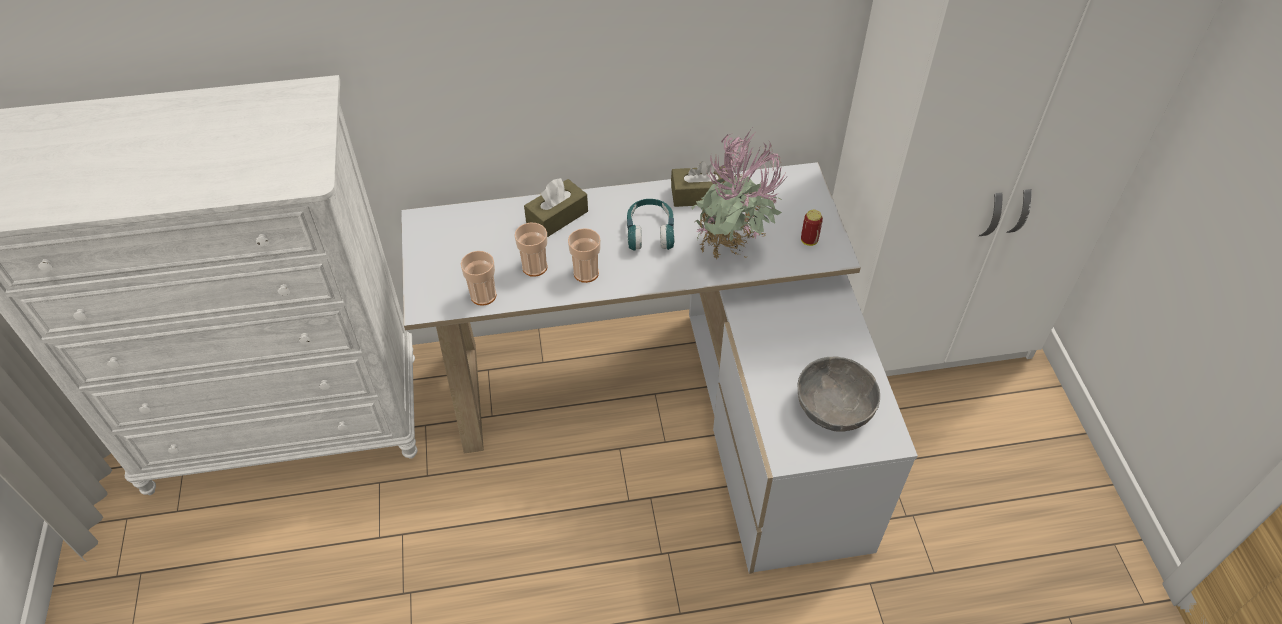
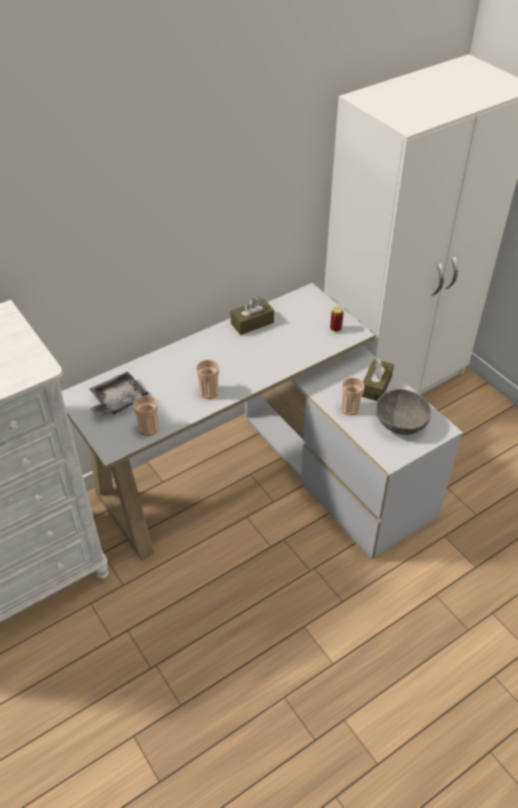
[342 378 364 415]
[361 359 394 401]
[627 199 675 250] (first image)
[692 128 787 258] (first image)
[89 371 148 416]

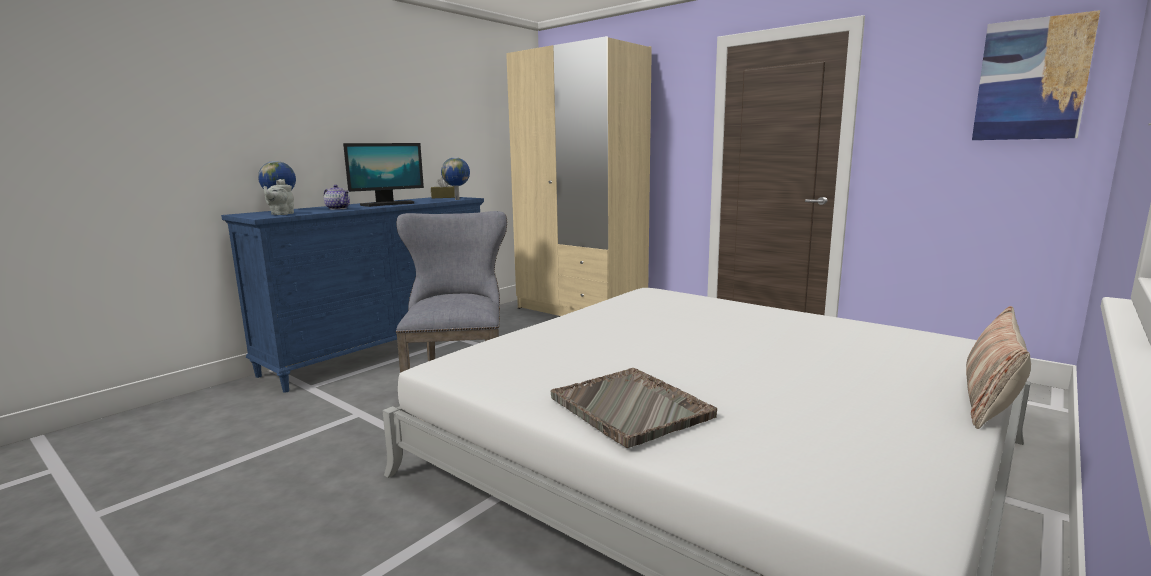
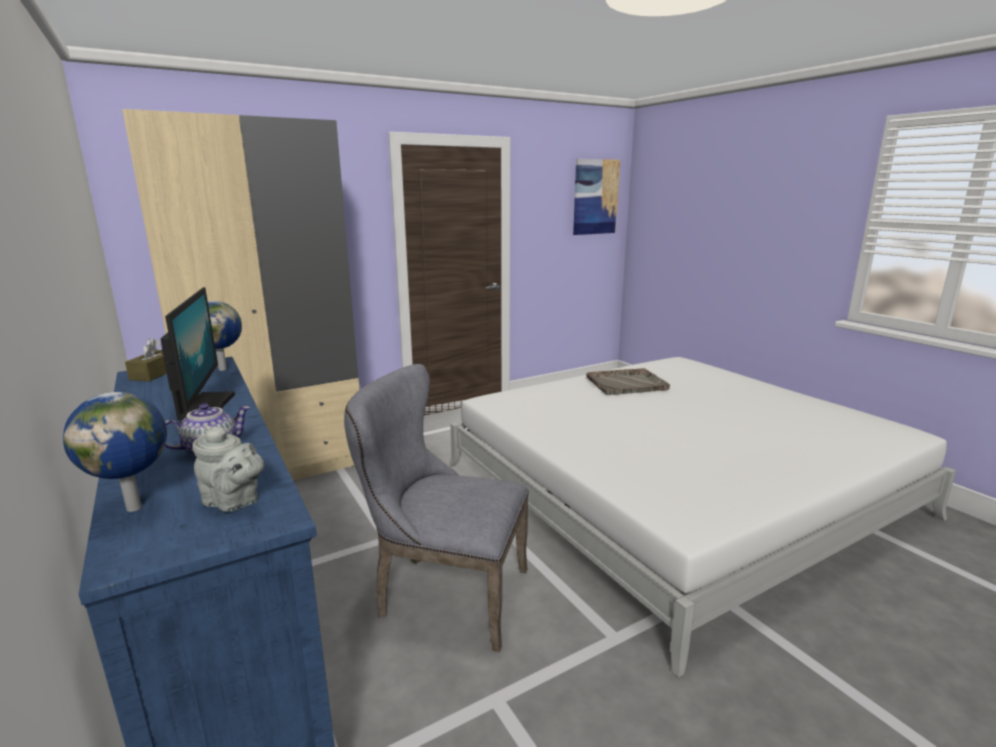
[586 368 670 395]
[966 306 1031 429] (first image)

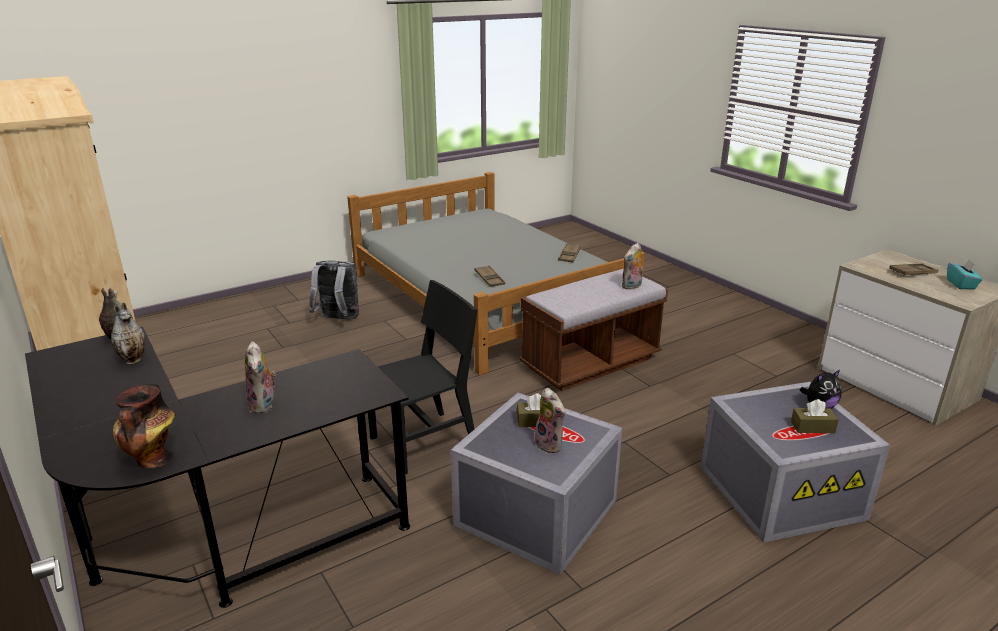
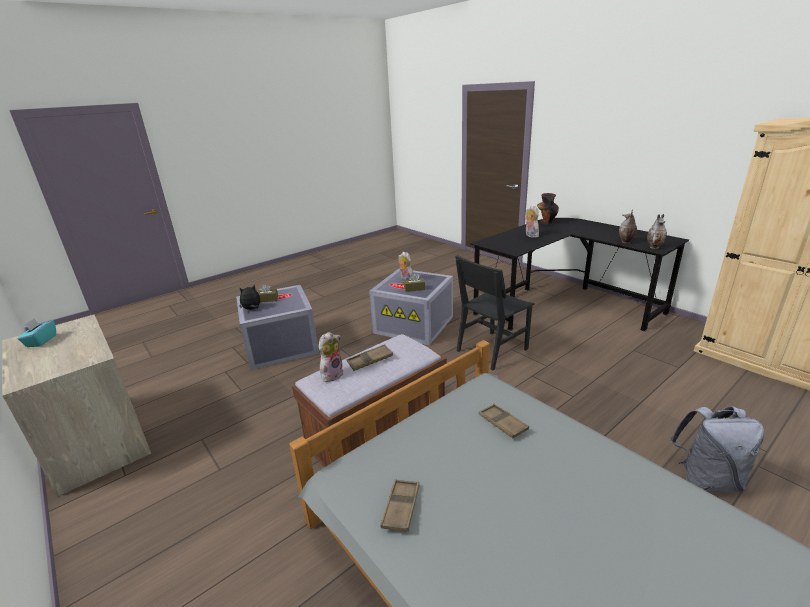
[347 344 393 371]

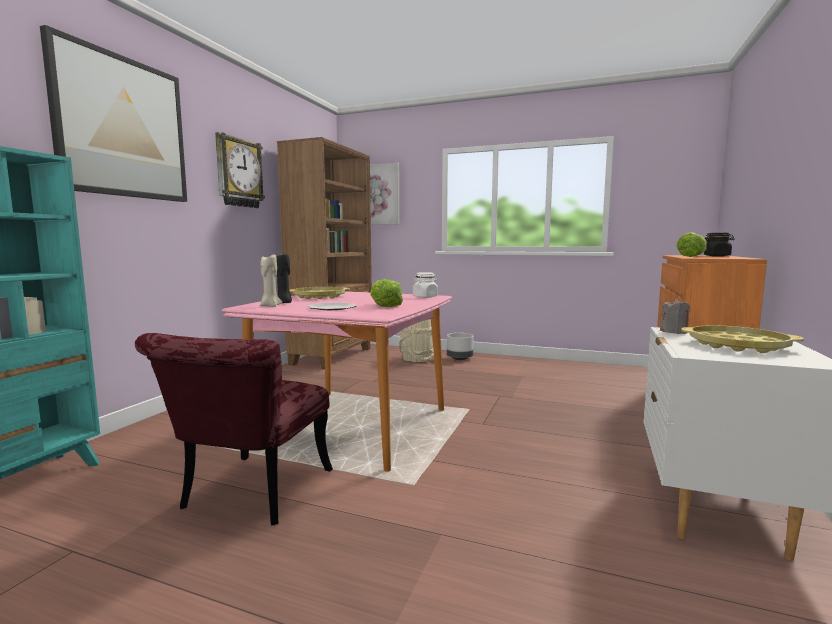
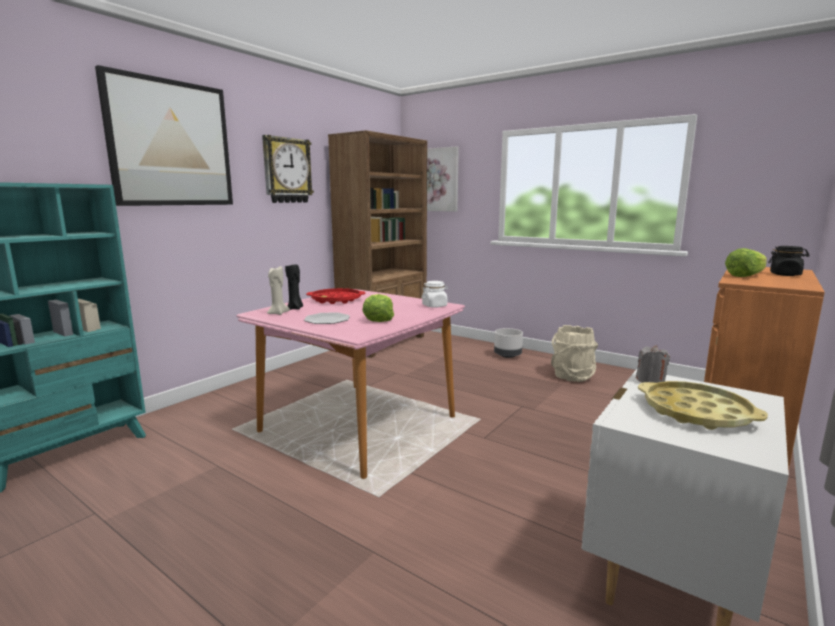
[135 333 333 526] (first image)
[306 288 366 304]
[551 325 598 382]

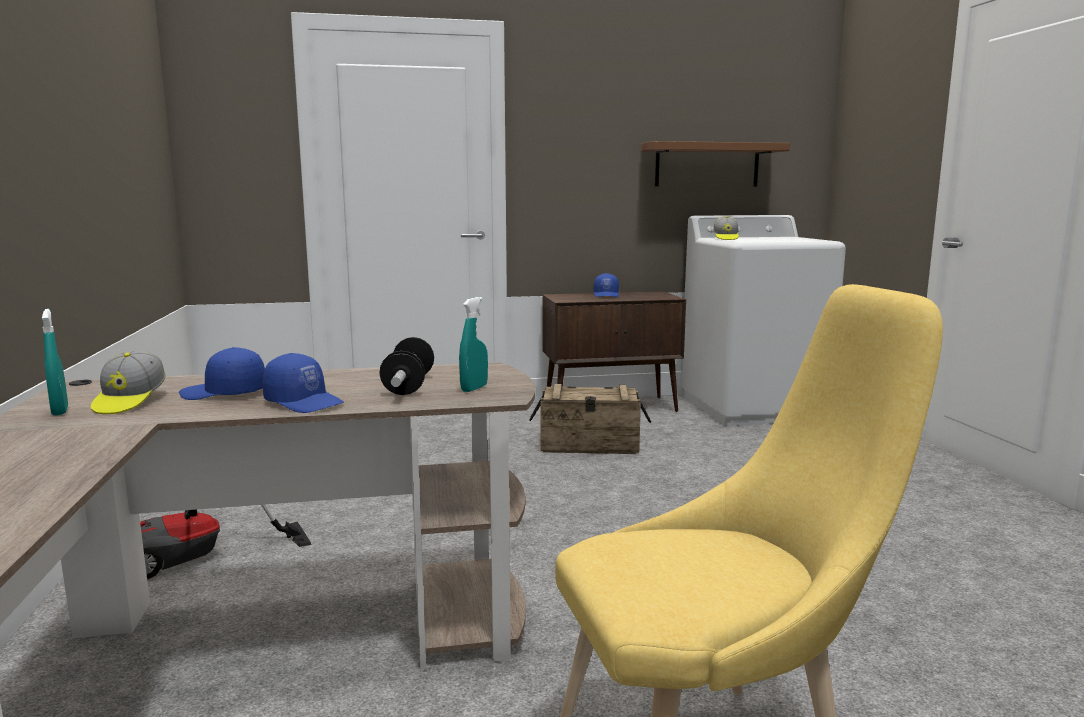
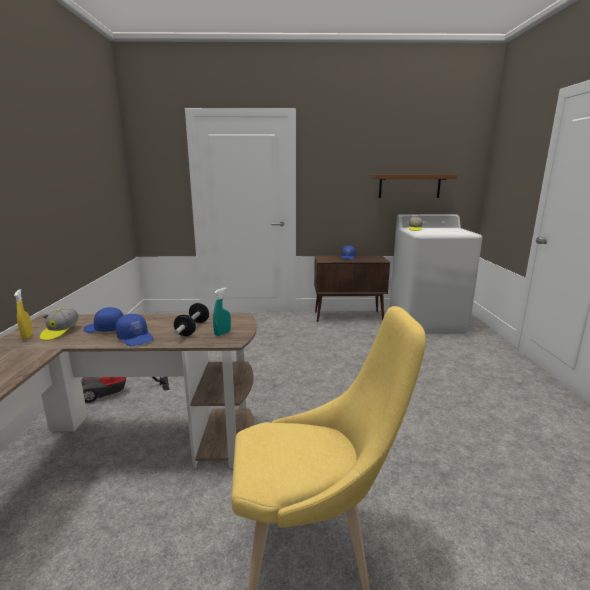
[14 289 33 340]
[529 384 651 454] (first image)

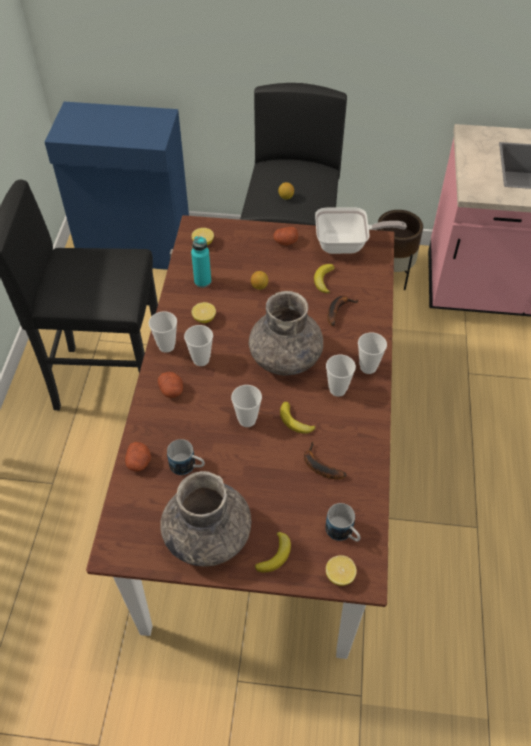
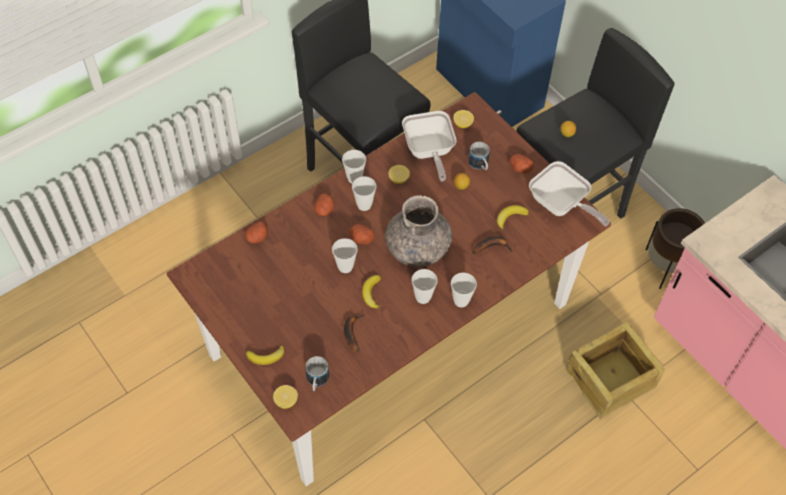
[161 471 252 566] (first image)
[468 142 490 170]
[402 111 457 182]
[349 224 374 244]
[566 322 665 419]

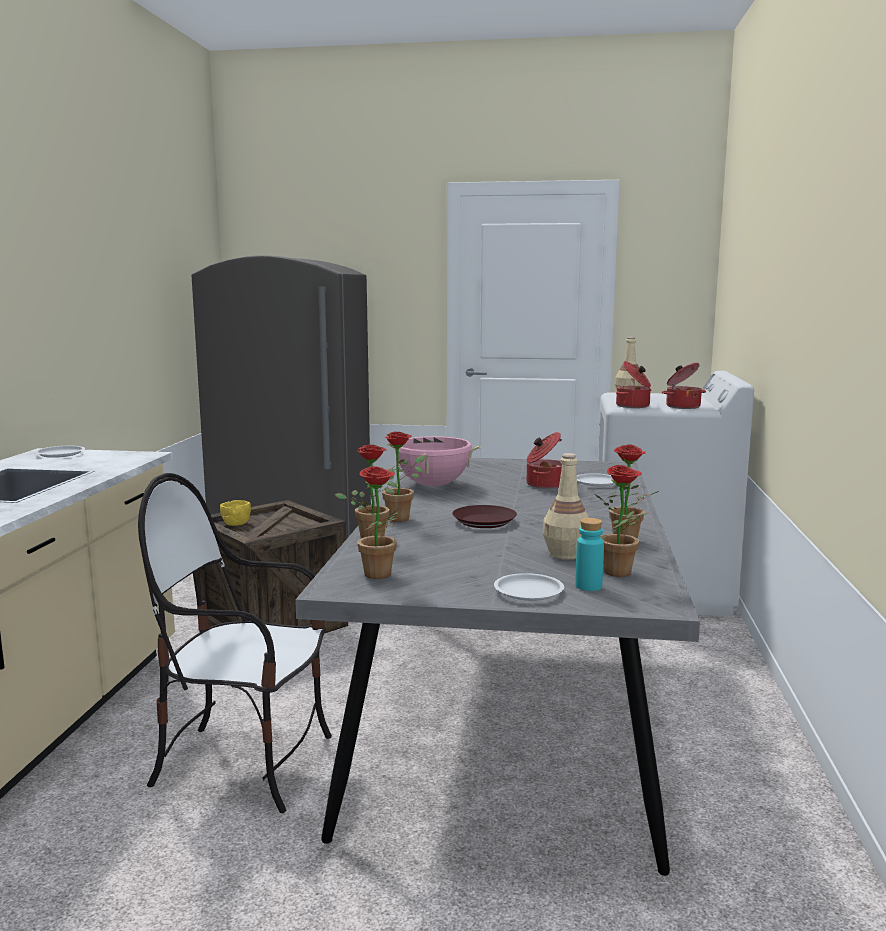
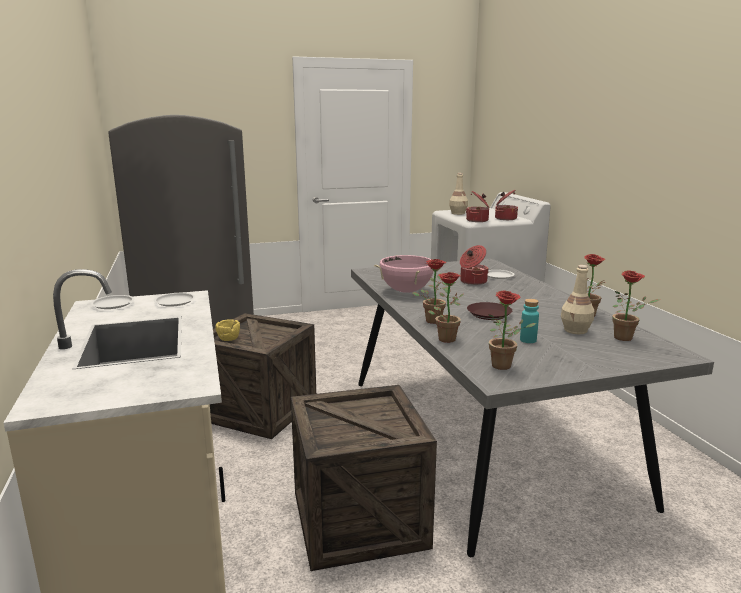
[291 385 437 571]
[153 293 196 307]
[520 299 539 343]

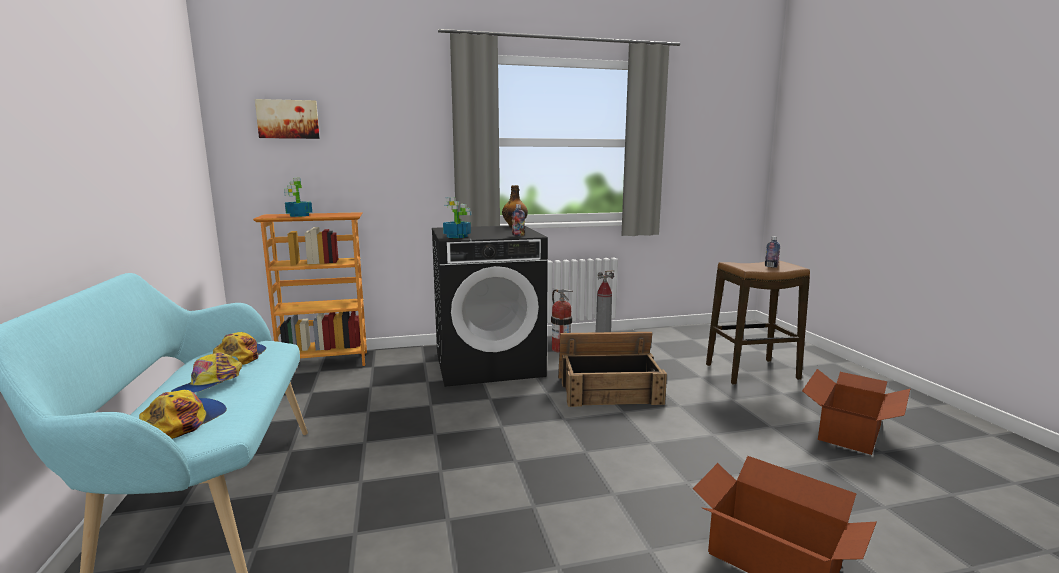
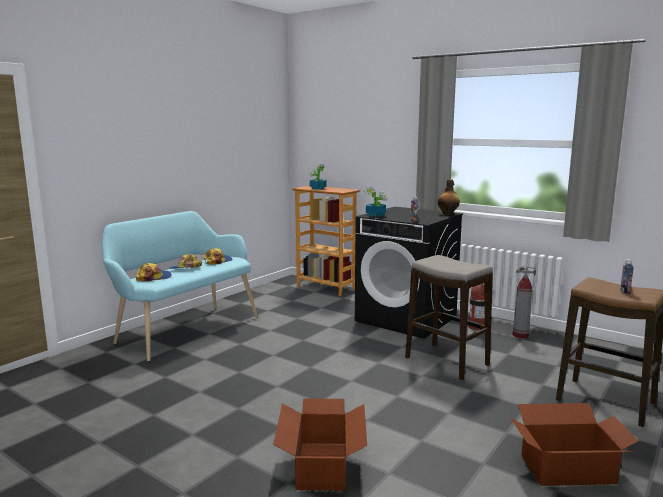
[255 99 320 139] (first image)
[405 255 493 380]

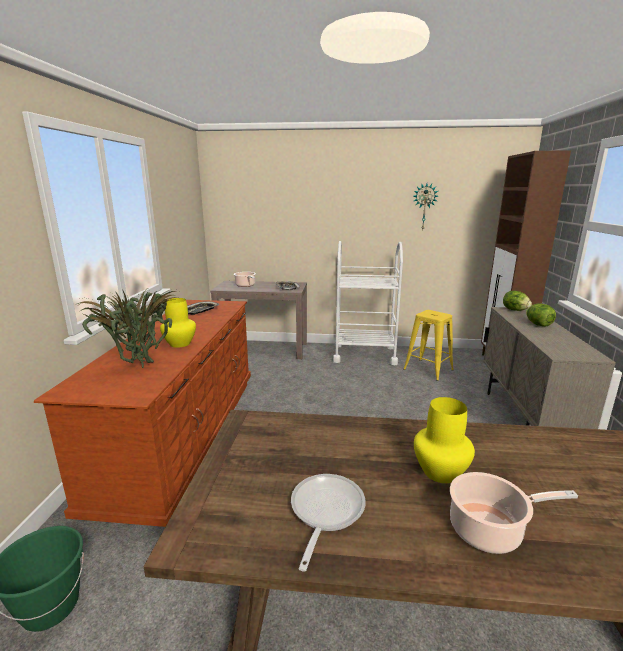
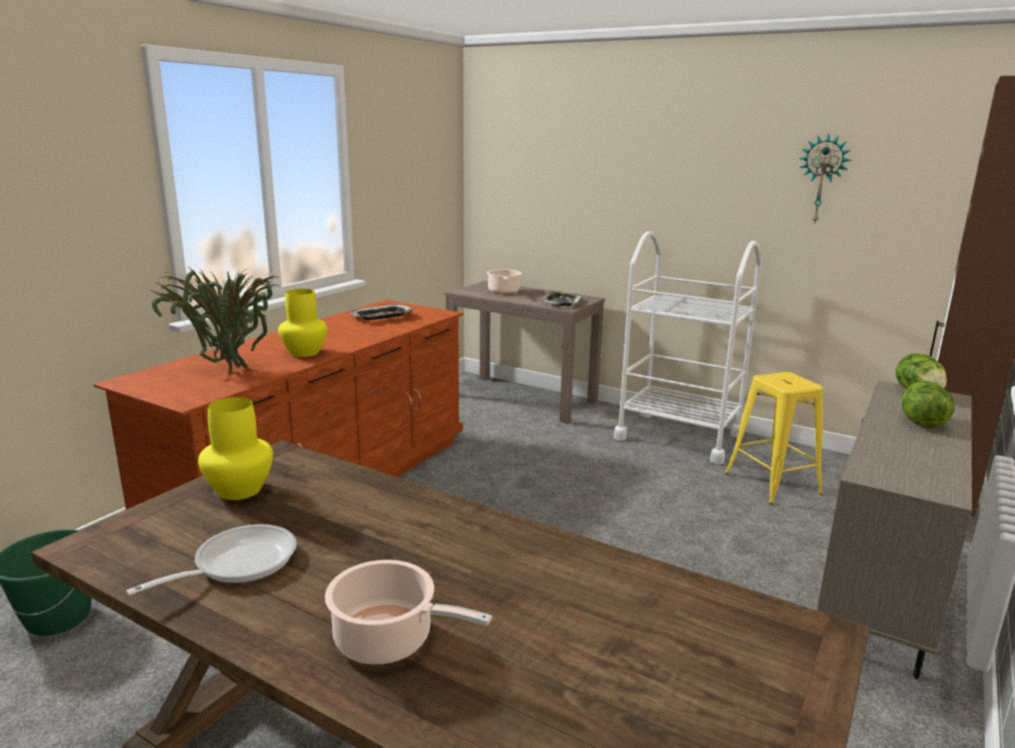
[198 397 273 500]

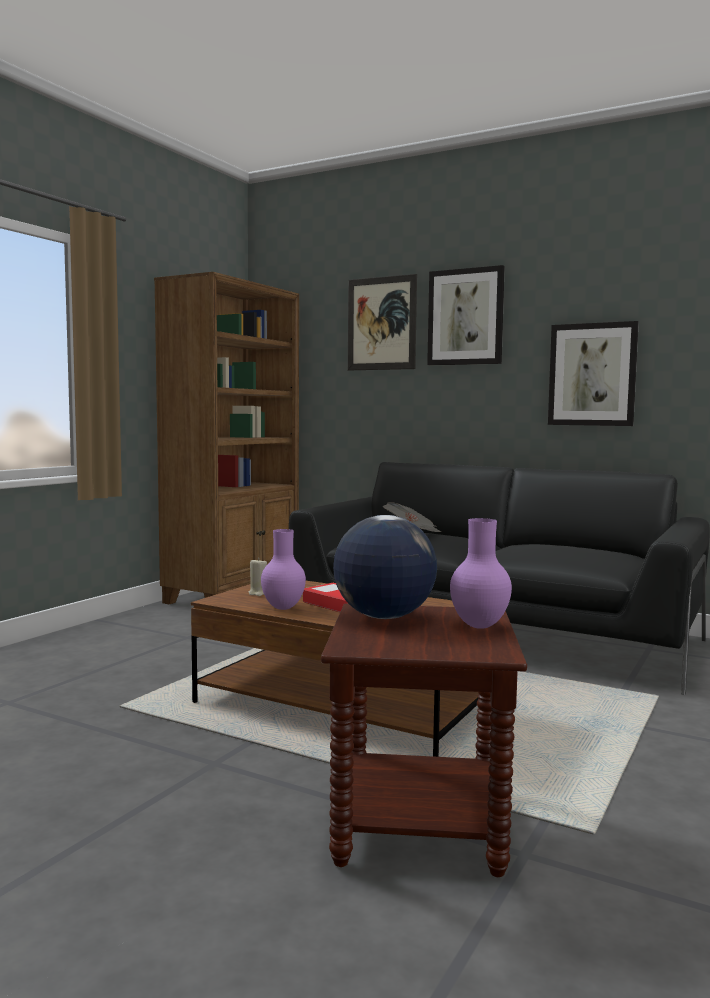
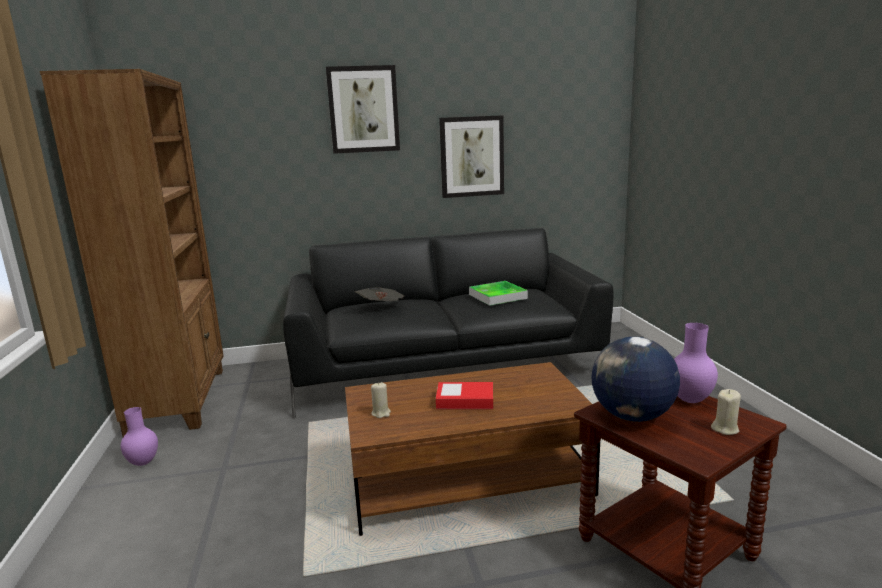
[121 407 158 466]
[348 274 417 370] (first image)
[469 281 528 306]
[711 389 741 435]

